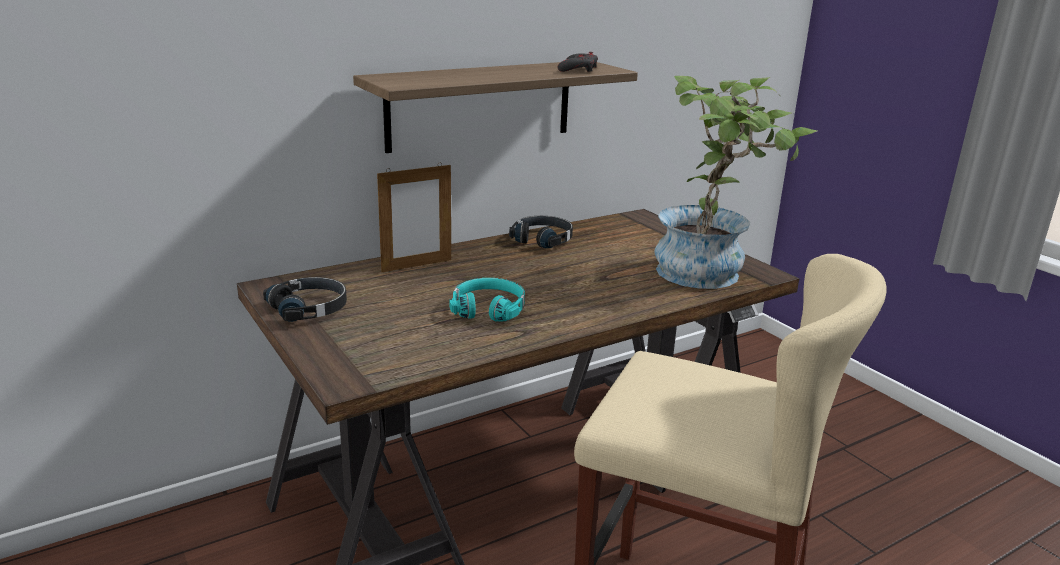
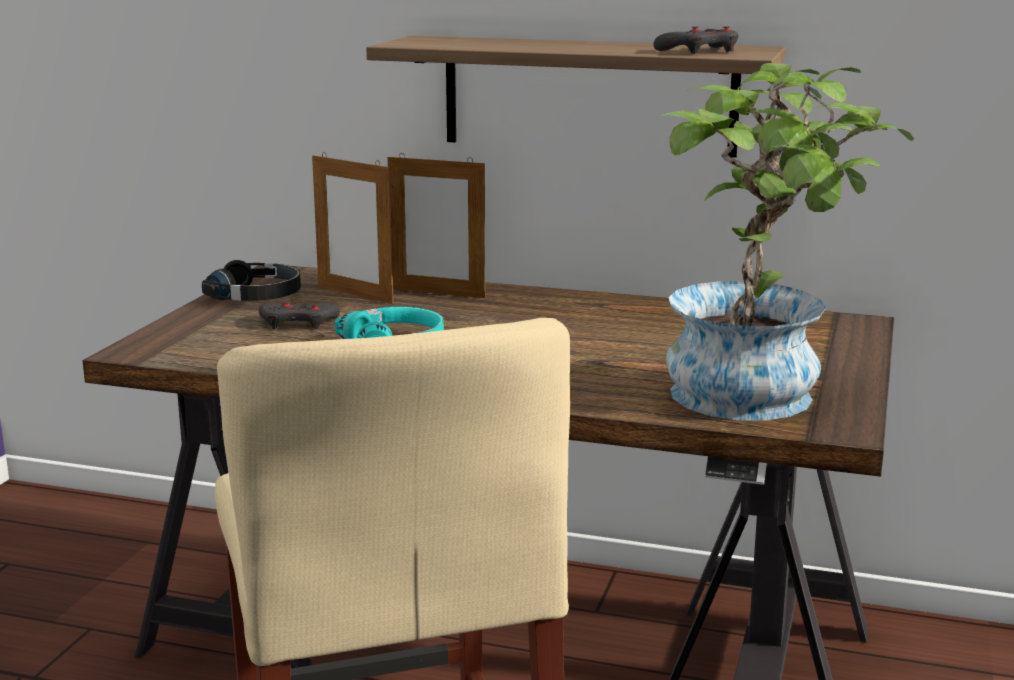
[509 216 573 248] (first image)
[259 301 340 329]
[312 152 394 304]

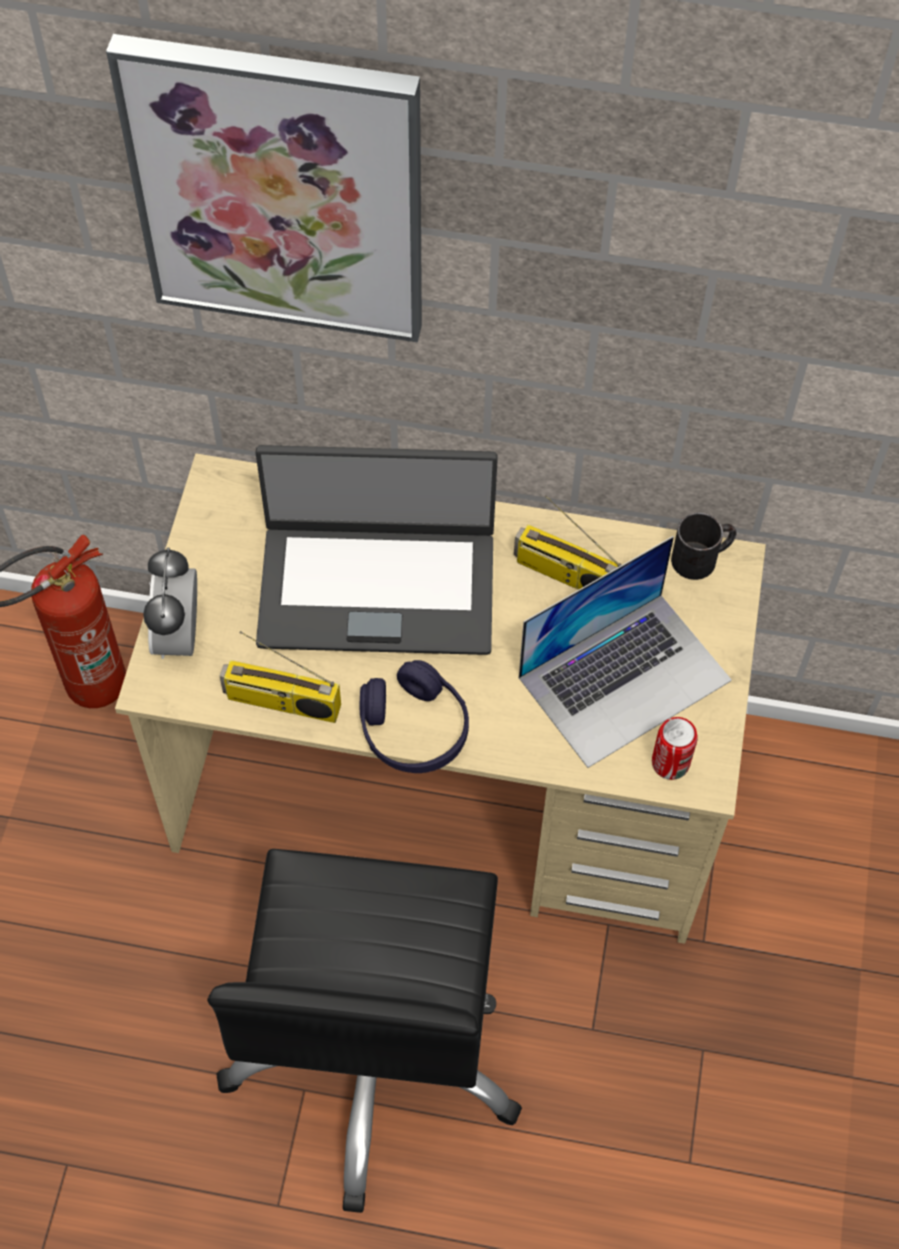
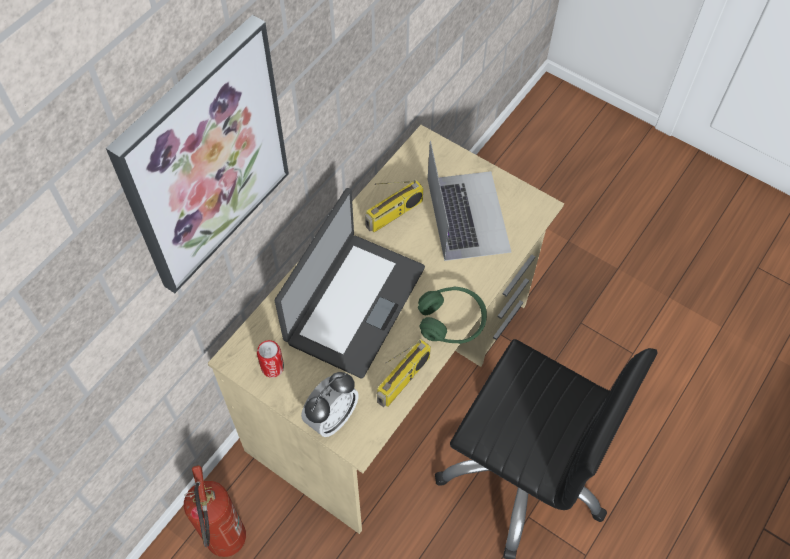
[301 372 359 437]
[418 286 487 344]
[257 340 284 378]
[671 513 737 580] (first image)

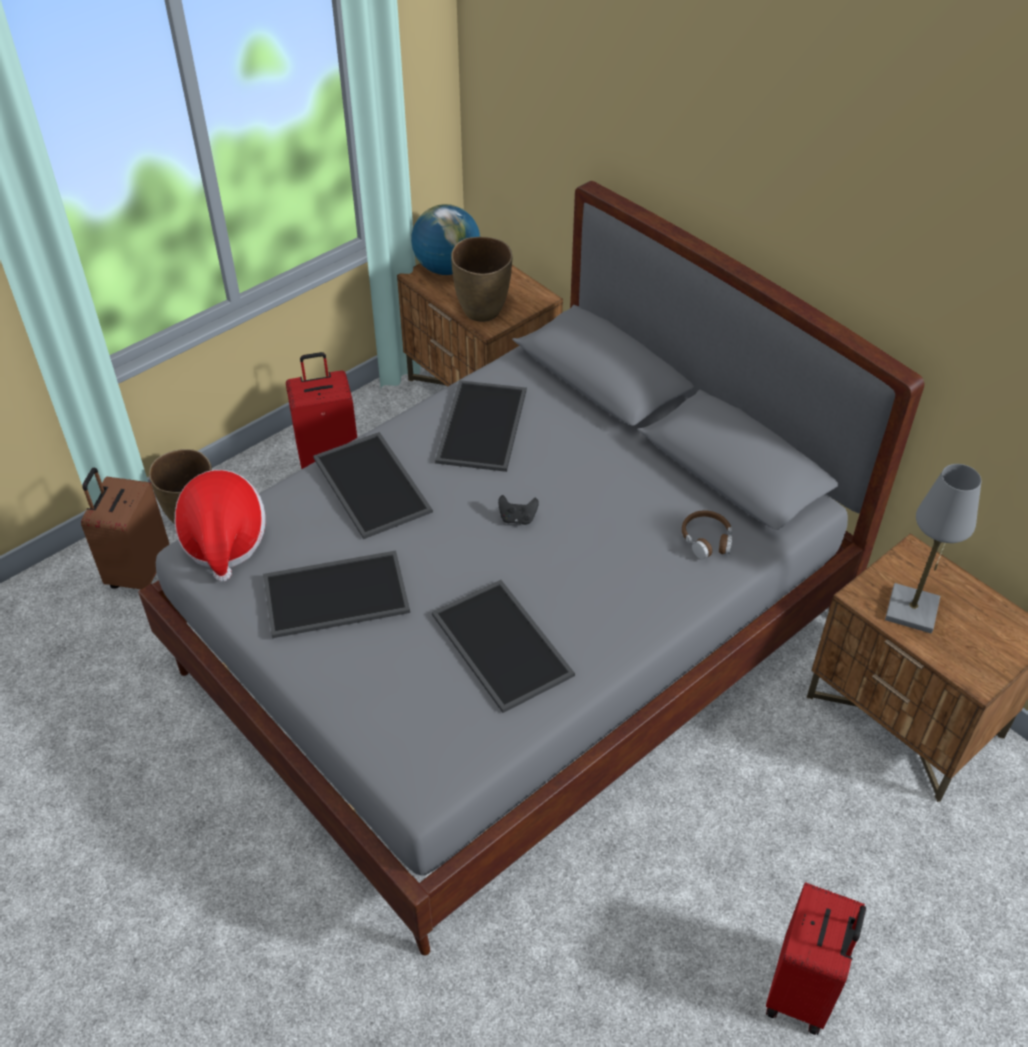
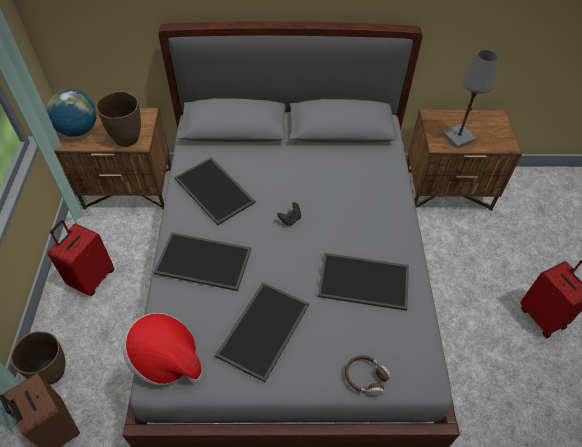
[345 355 391 396]

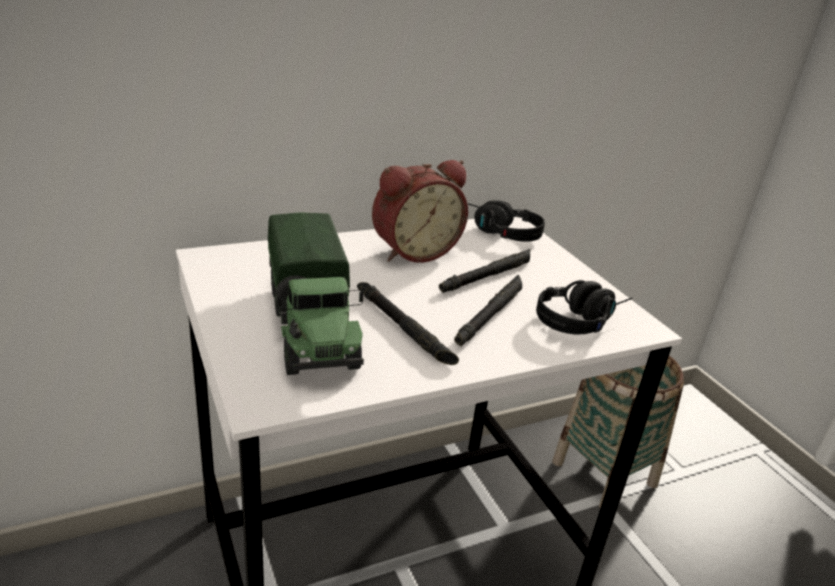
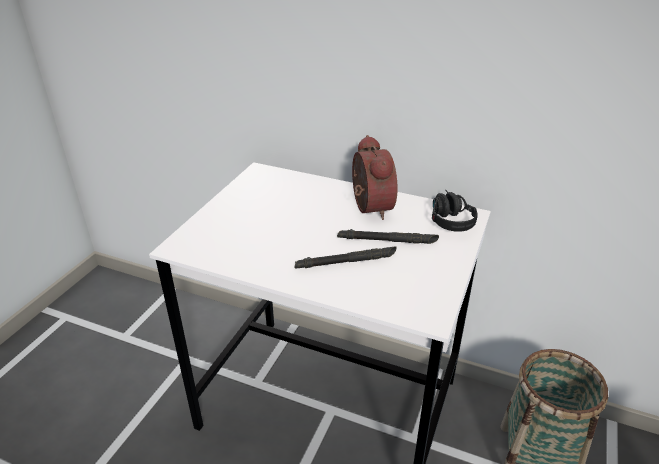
[268 212 364 375] (first image)
[357 282 459 365] (first image)
[352 135 397 220]
[536 280 633 335] (first image)

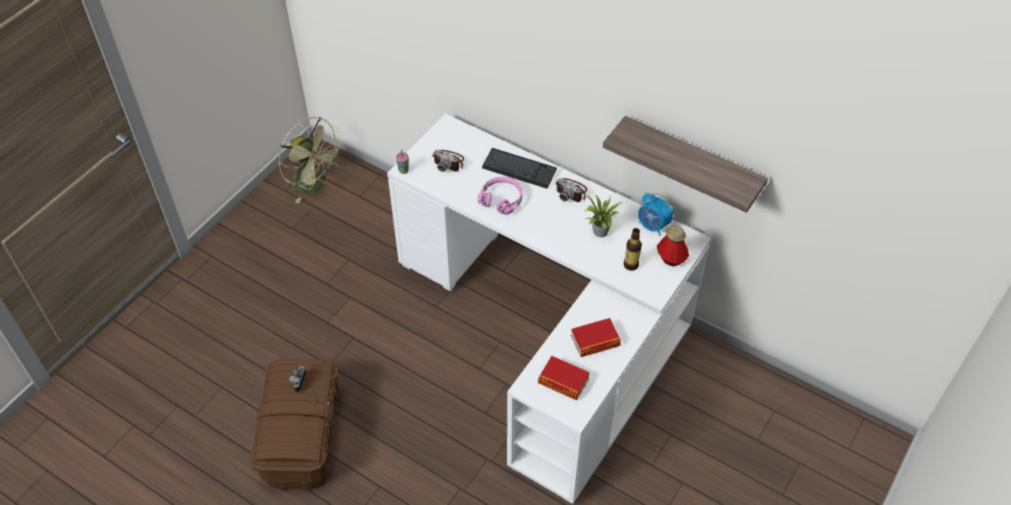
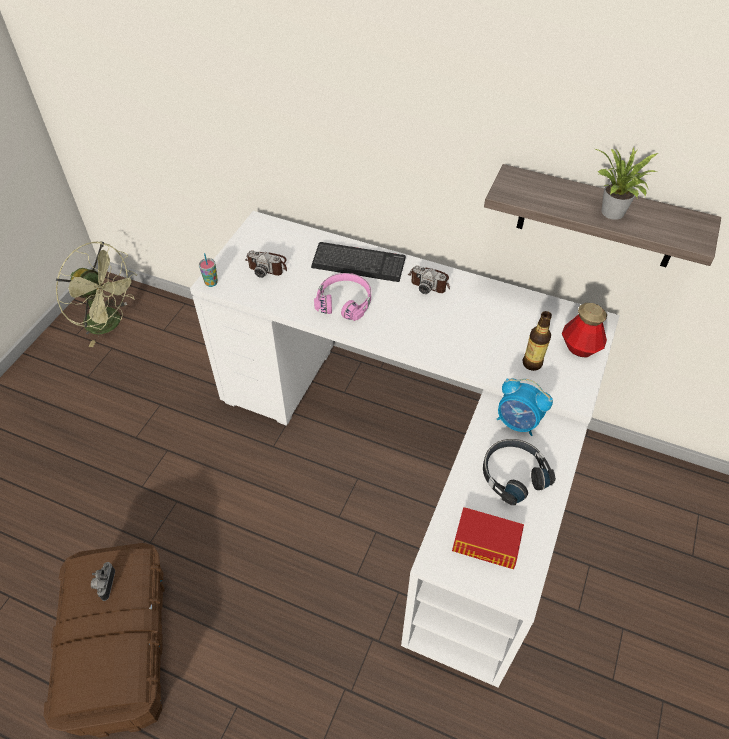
[483 439 556 505]
[596 148 658 220]
[496 378 553 436]

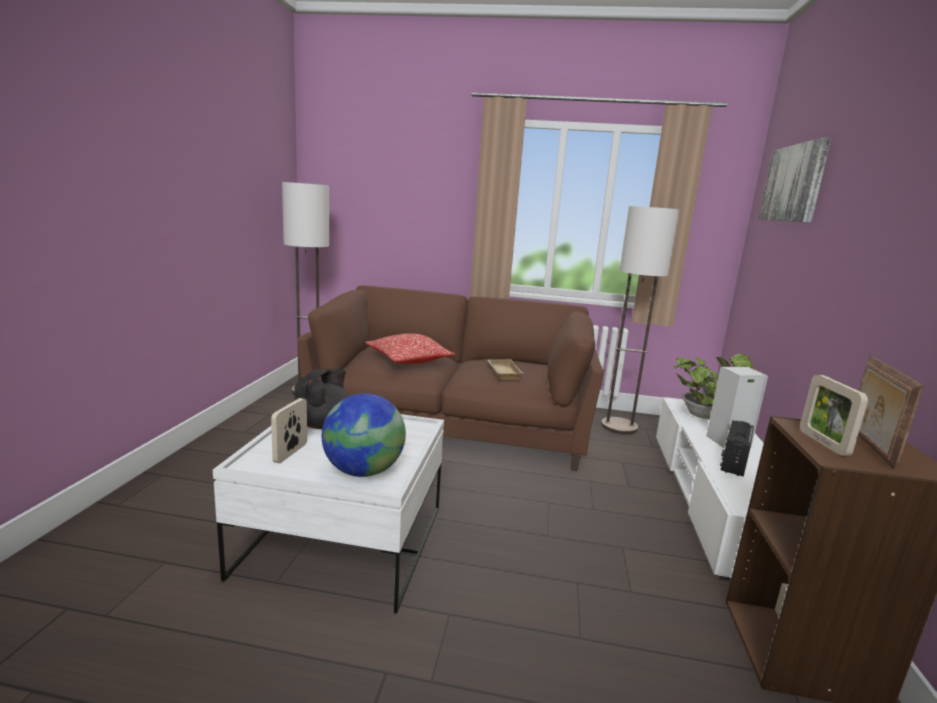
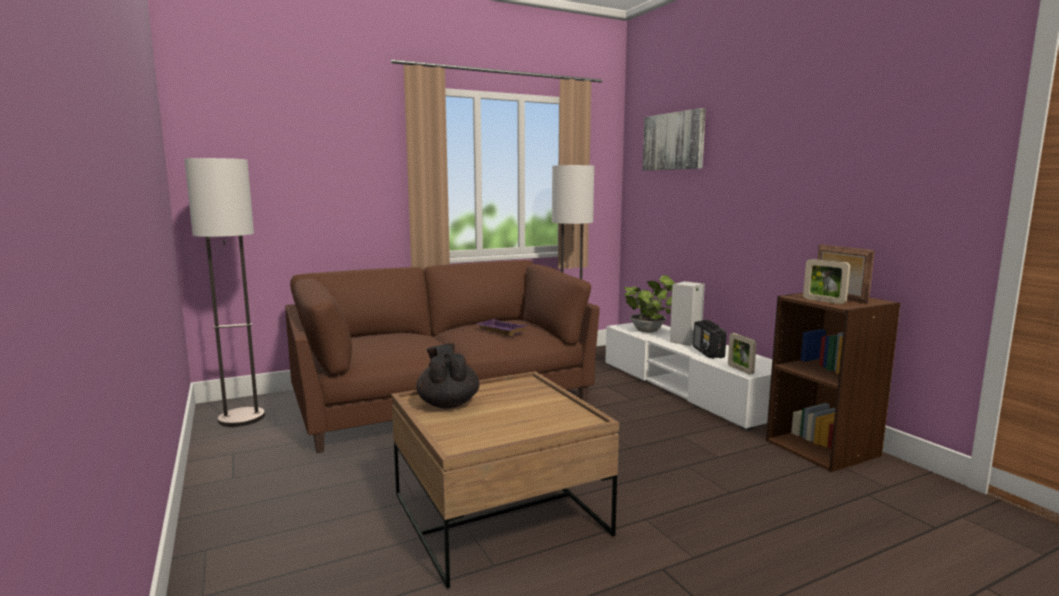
[391 371 619 588]
[728 333 757 375]
[322 393 406 477] (first image)
[365 333 456 364] (first image)
[476 319 526 336]

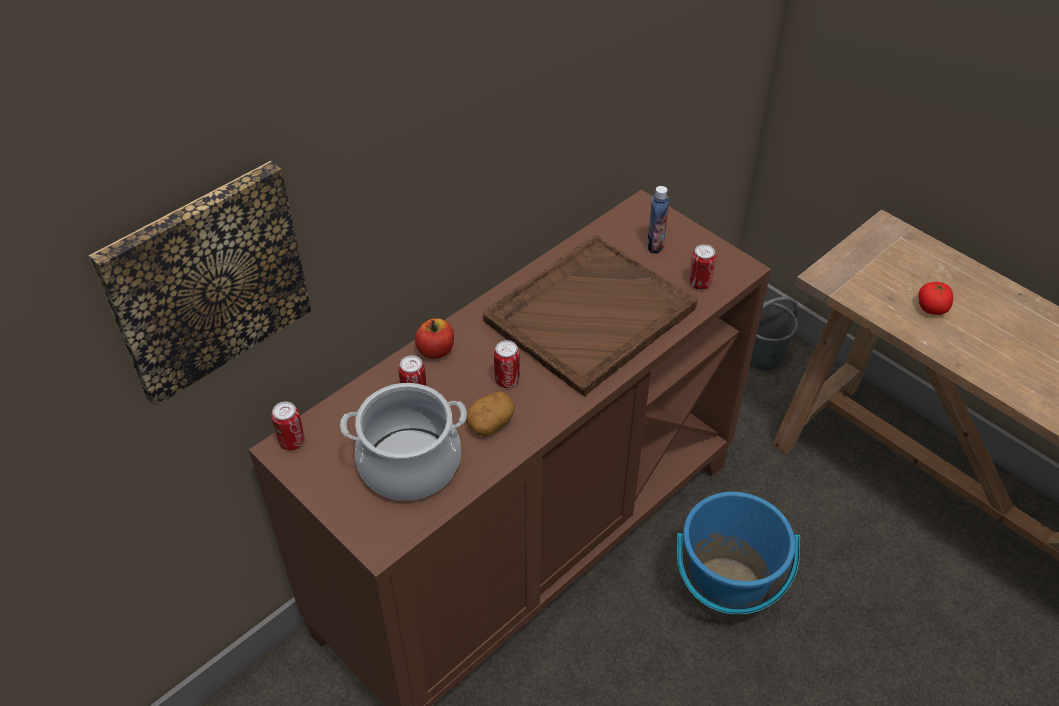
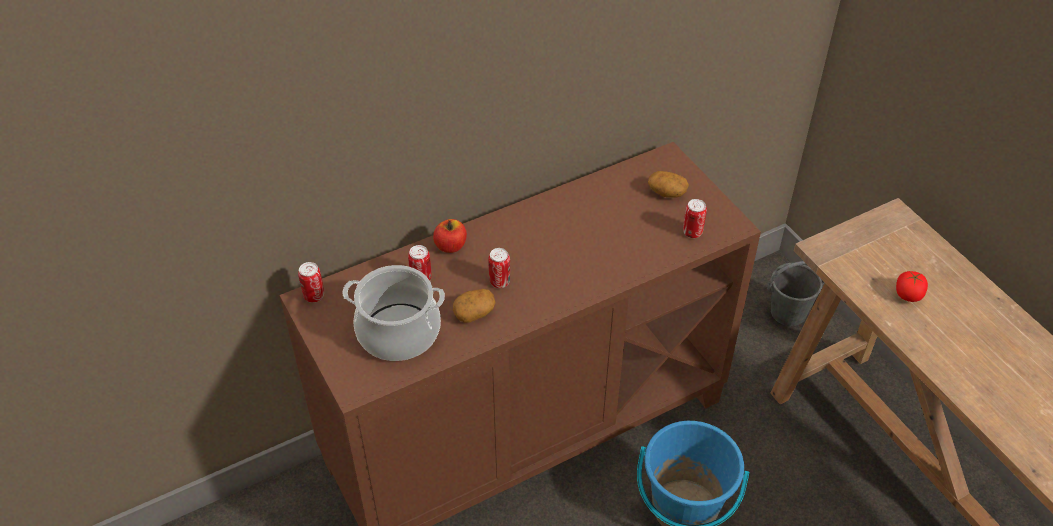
[89 161 311 406] (first image)
[483 235 698 396] (first image)
[648 171 689 198]

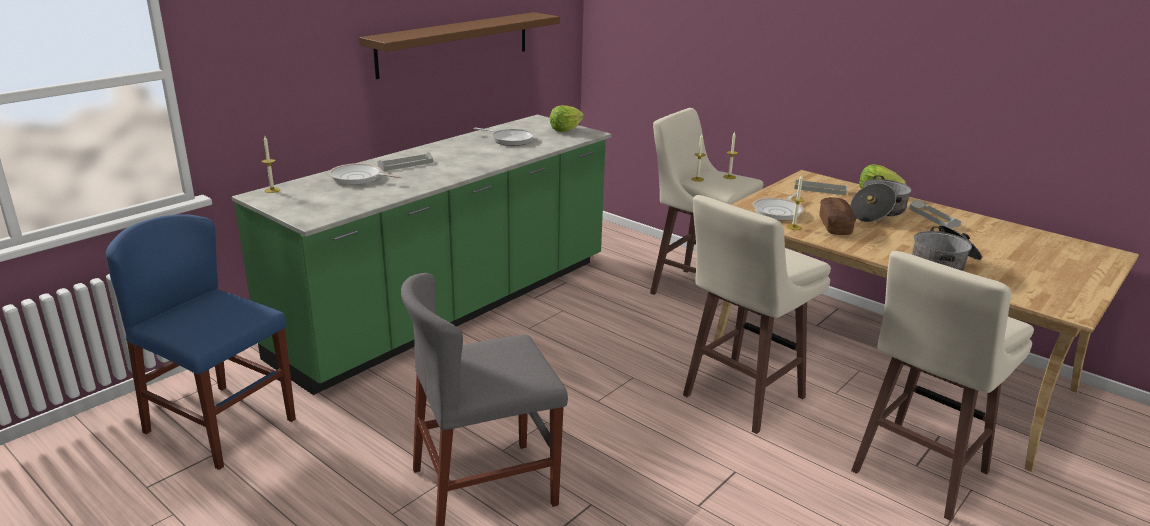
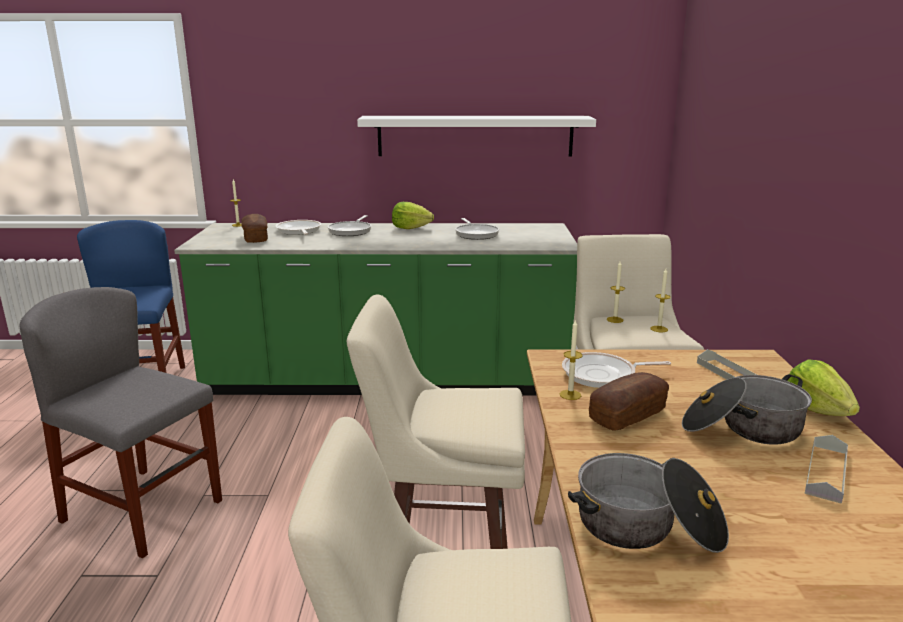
[357 116 596 156]
[328 215 371 236]
[392 202 434 229]
[241 214 268 243]

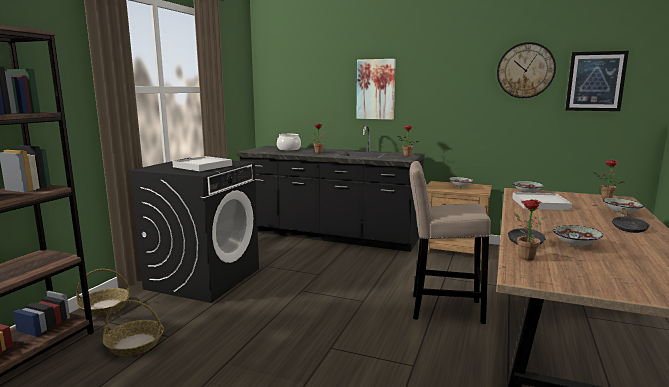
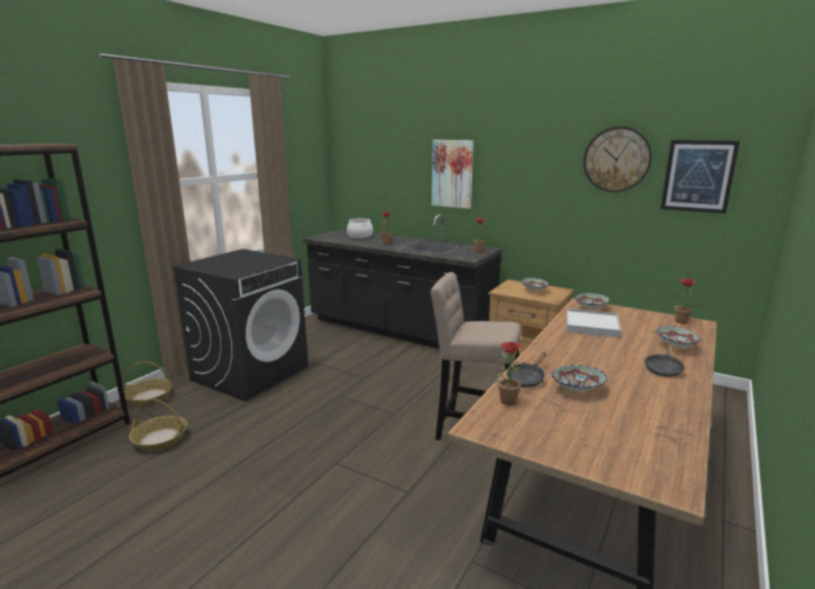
[172 156 232 171] (first image)

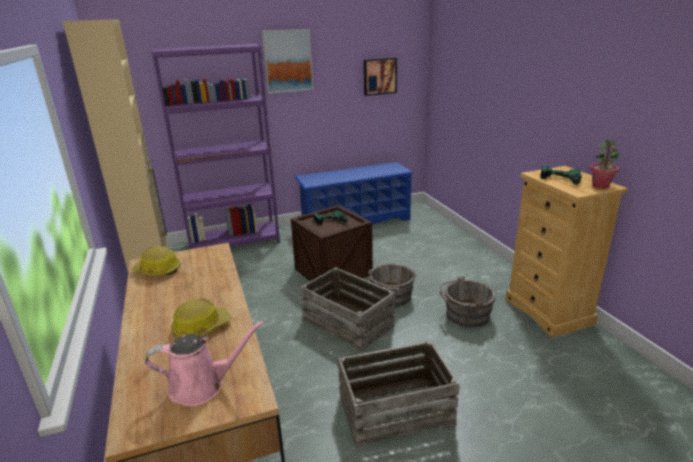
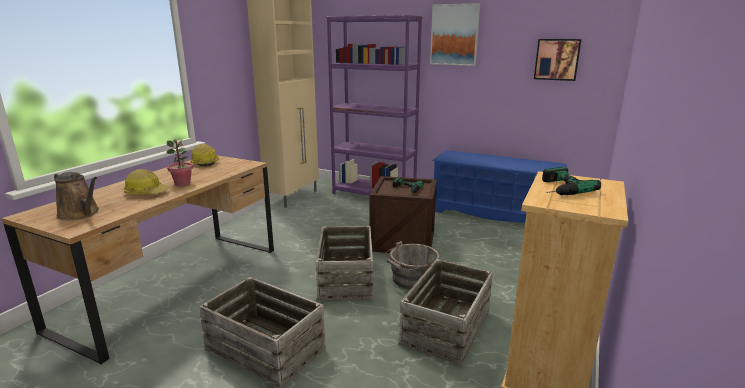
[54 172 99 220]
[398 259 493 366]
[166 139 193 186]

